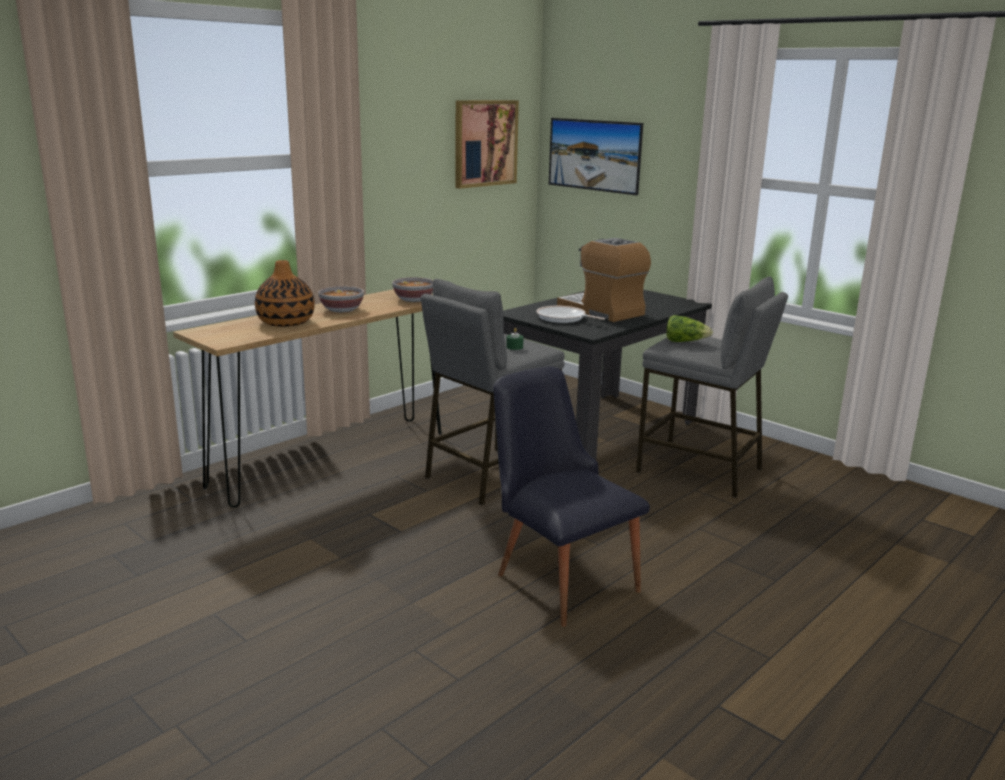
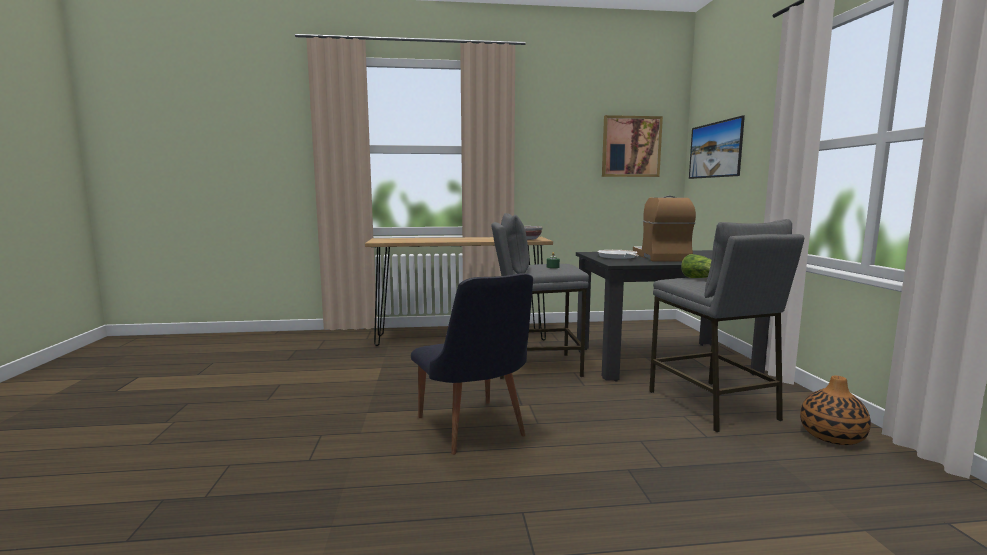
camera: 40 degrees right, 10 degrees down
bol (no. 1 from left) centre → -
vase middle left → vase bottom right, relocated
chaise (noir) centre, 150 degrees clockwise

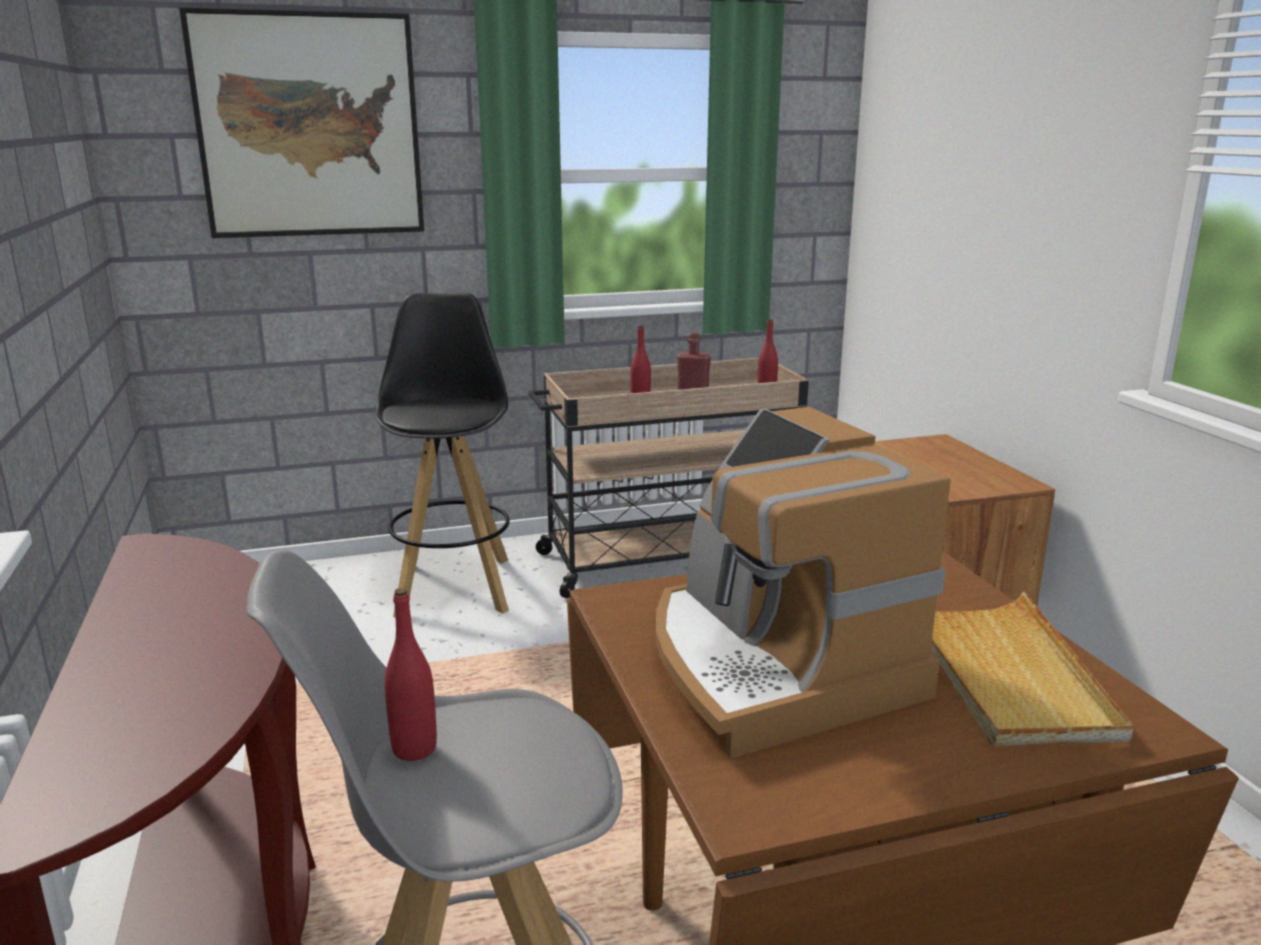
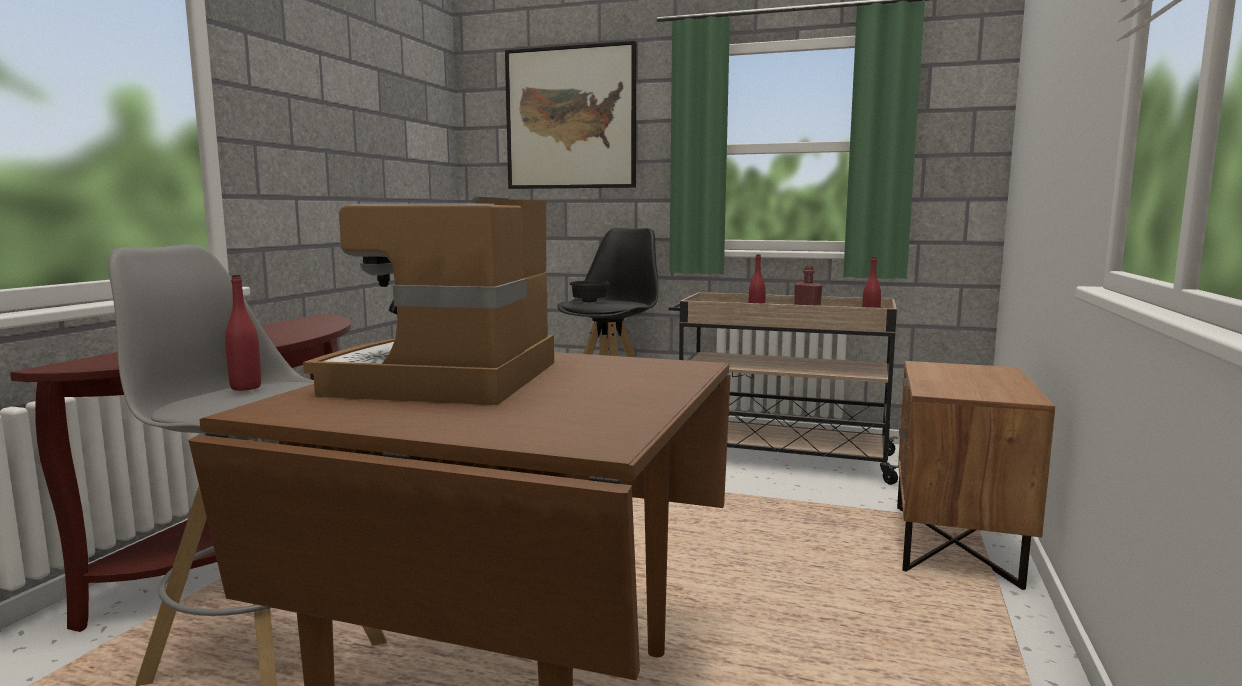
camera: 35 degrees right, 10 degrees down
plateau (beige) bottom right → -
- → bol (noir) centre

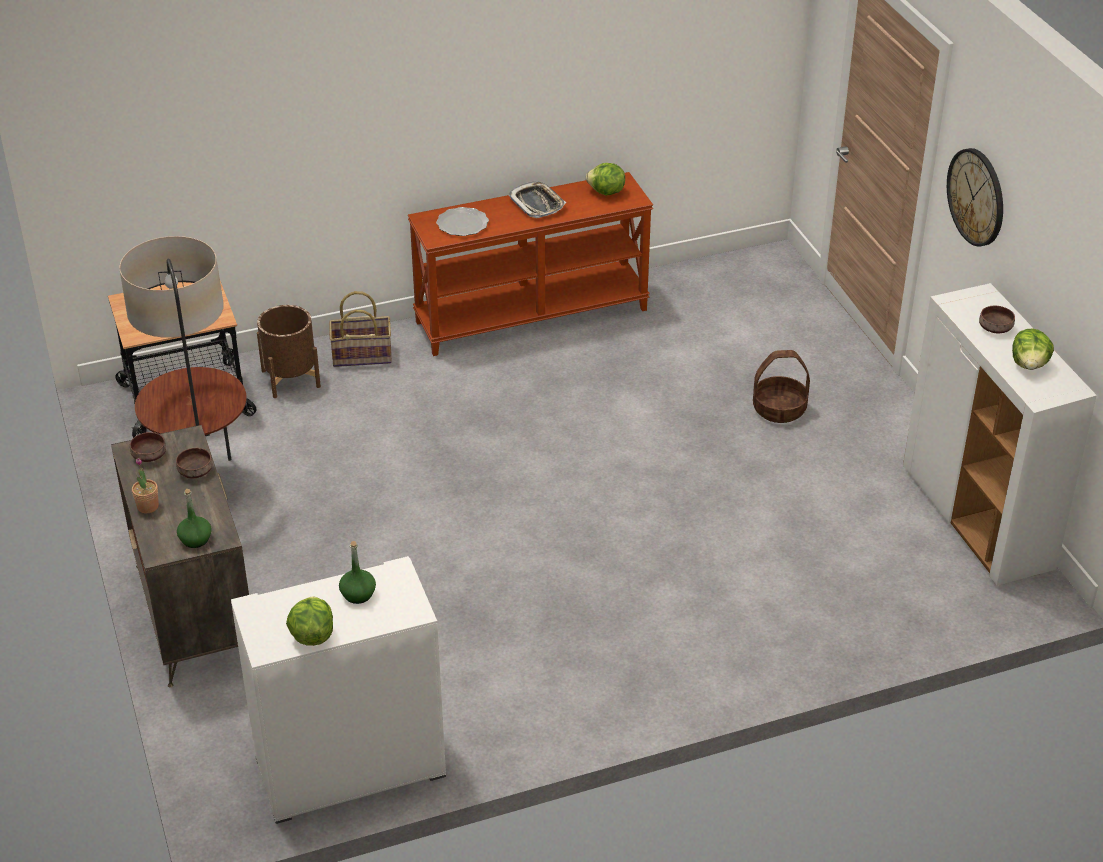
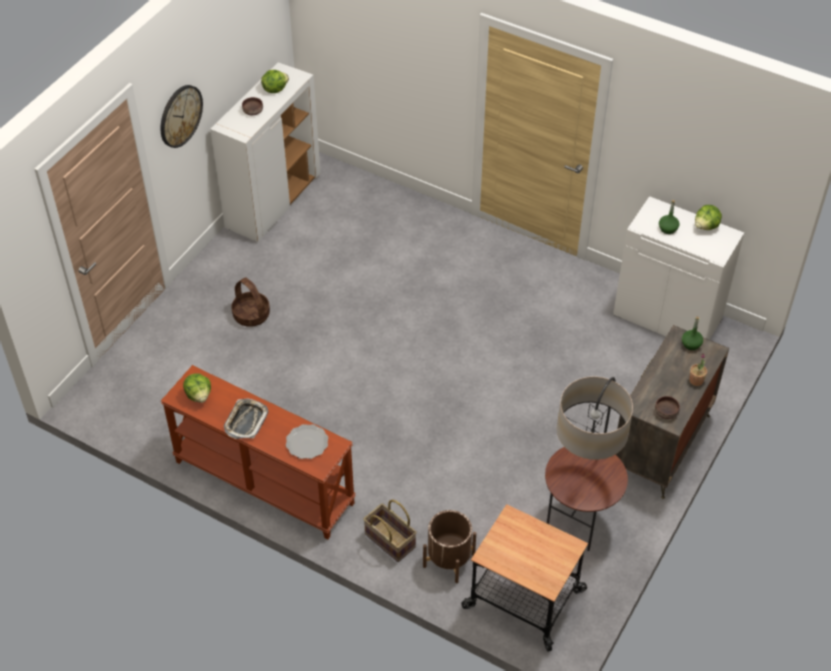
camera: 130 degrees left, 10 degrees up
bol (marron) (no. 2 from left) middle left → -

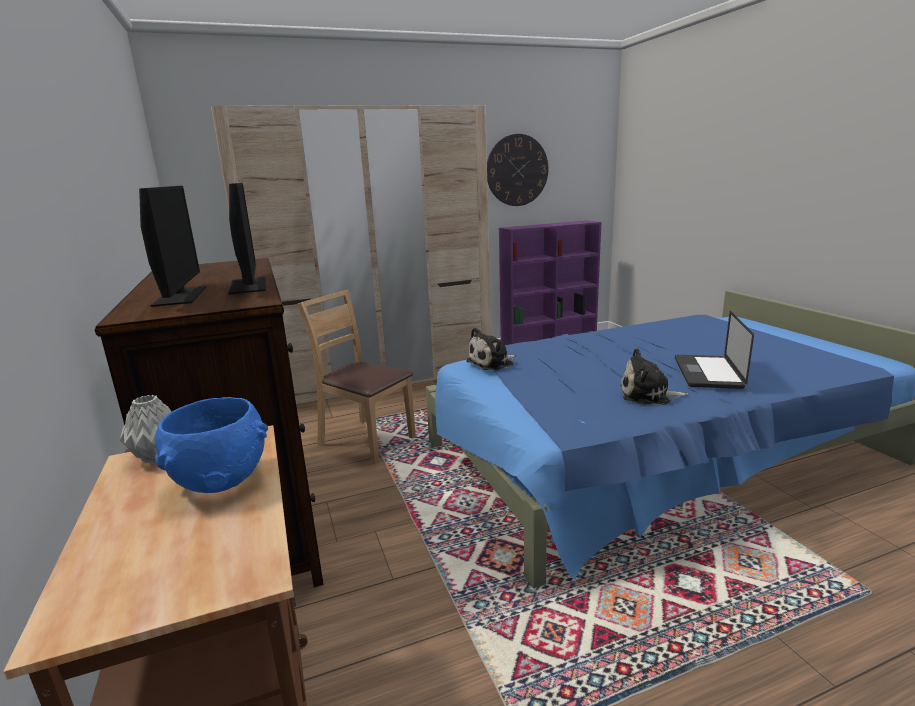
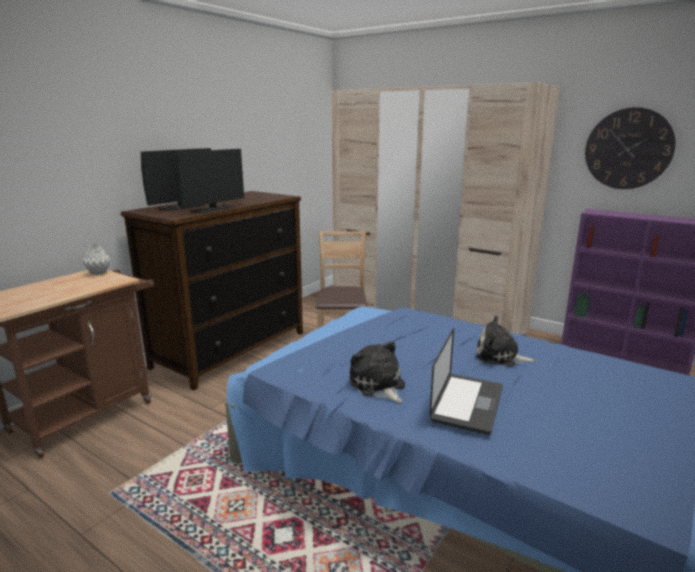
camera: 55 degrees right, 0 degrees up
bol (bleu) middle left → -
peluche (no. 1 from left in the first image) centre → peluche (no. 2 from left) middle right, relocated
ordinateur portable middle right, 135 degrees clockwise

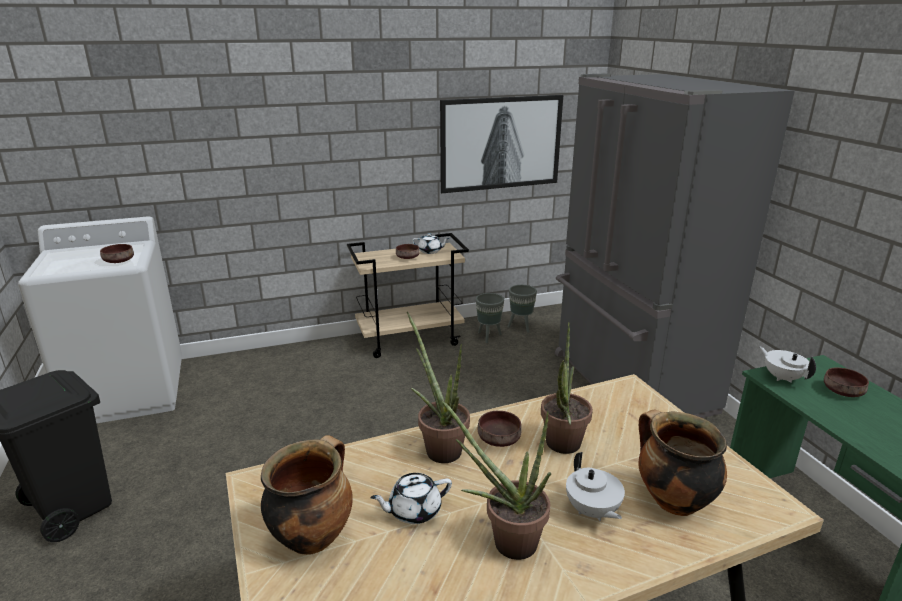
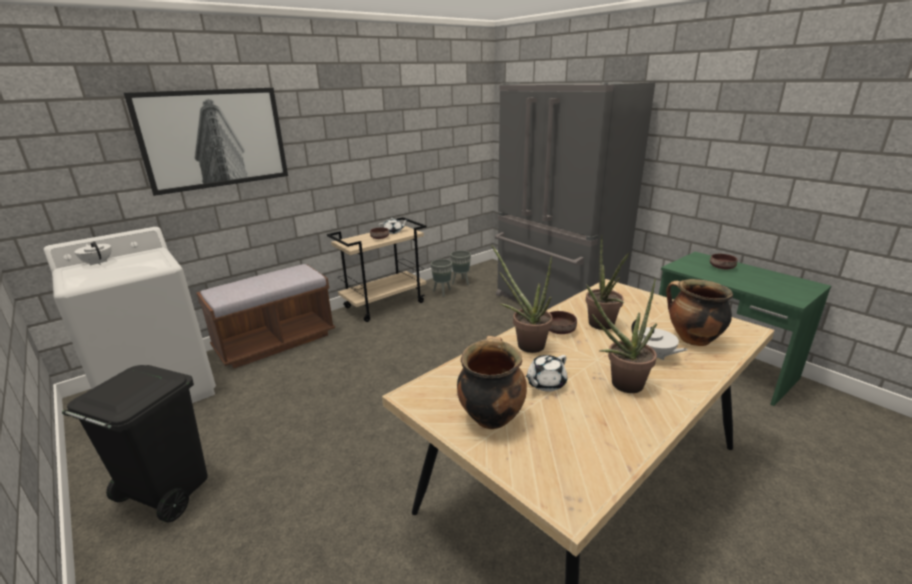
camera: 20 degrees left, 0 degrees up
bol (marron) (no. 1 from left) middle left → -
- → banc (marron) middle left
tableau top centre → tableau top left, relocated
théière (blanc) (no. 4 from left in the first image) middle right → théière (blanc) (no. 1 from left) middle left, relocated

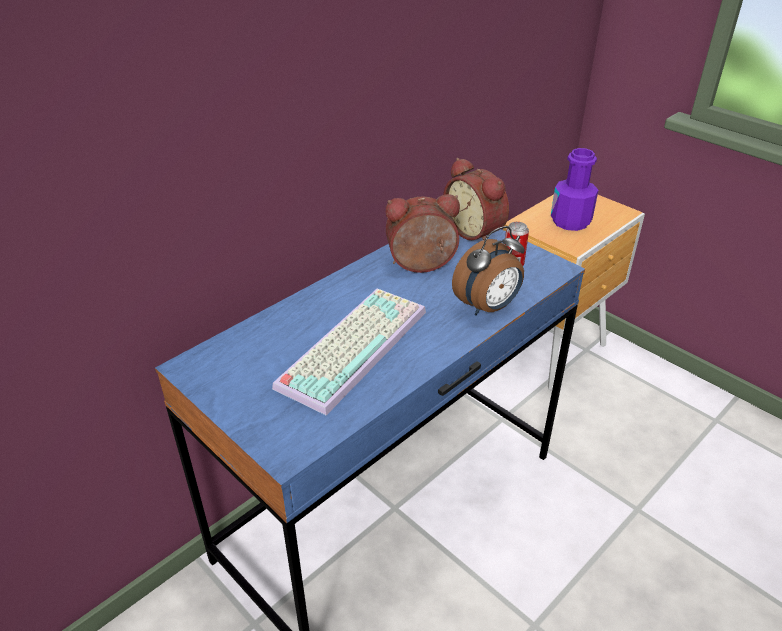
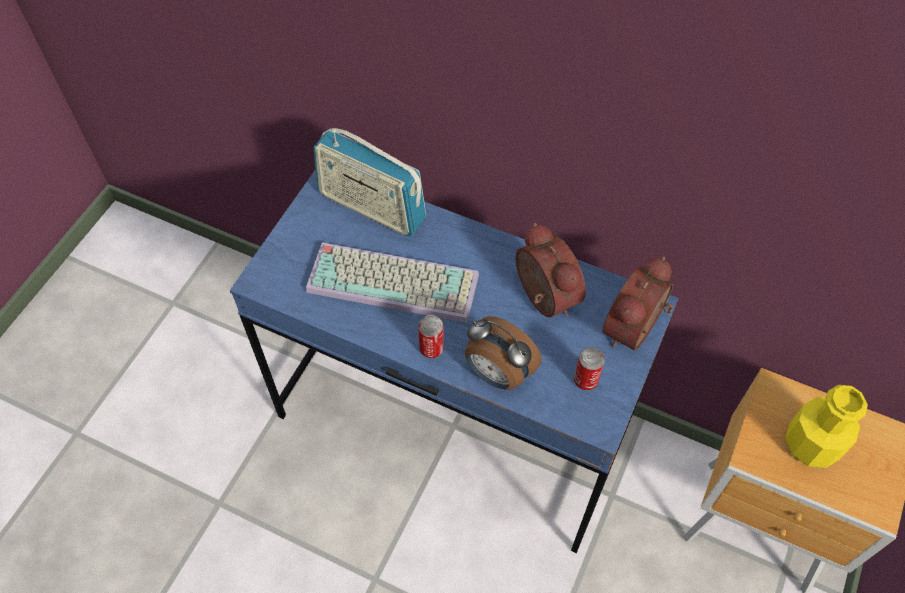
camera: 70 degrees right, 20 degrees up
- → radio top centre
- → boîte métallique (no. 1 from left) centre
bouteille (violet) top right → bouteille (jaune) bottom right

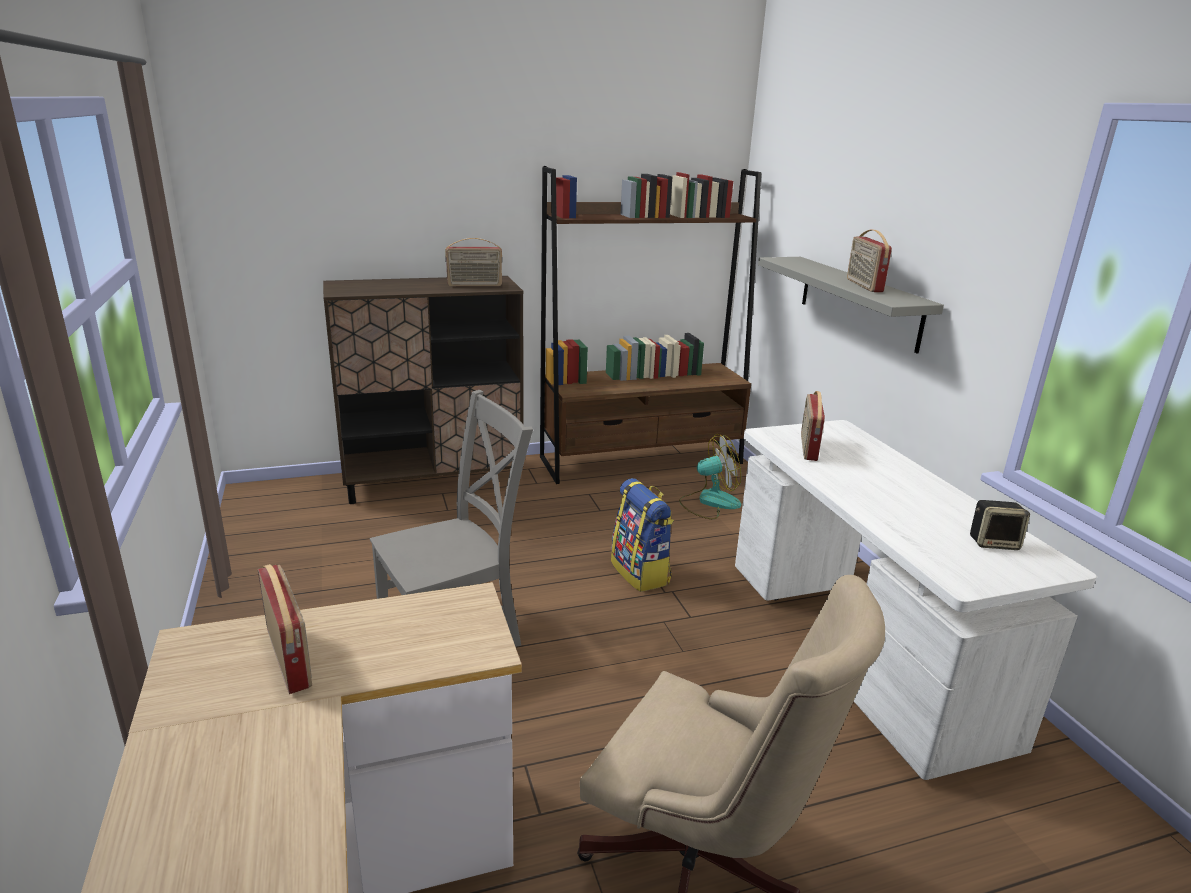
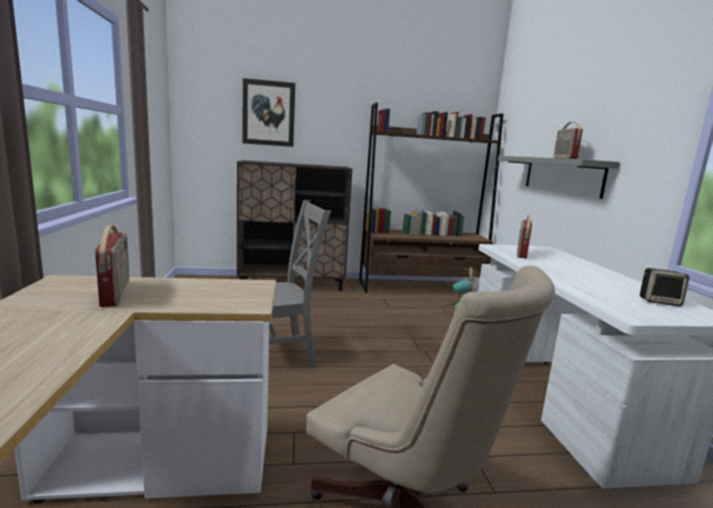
camera: 10 degrees right, 10 degrees down
radio (no. 2 from left) top centre → -
sac à dos centre → -
- → tableau top centre

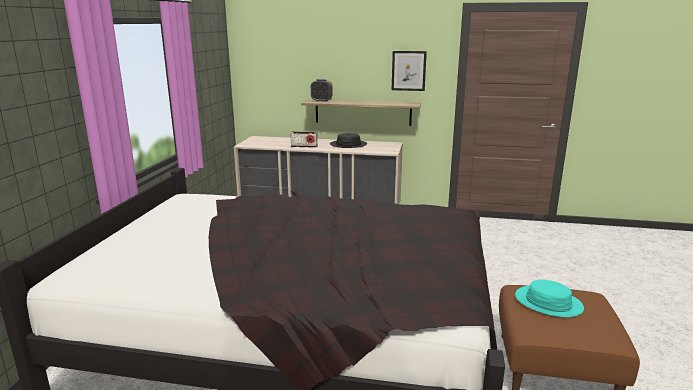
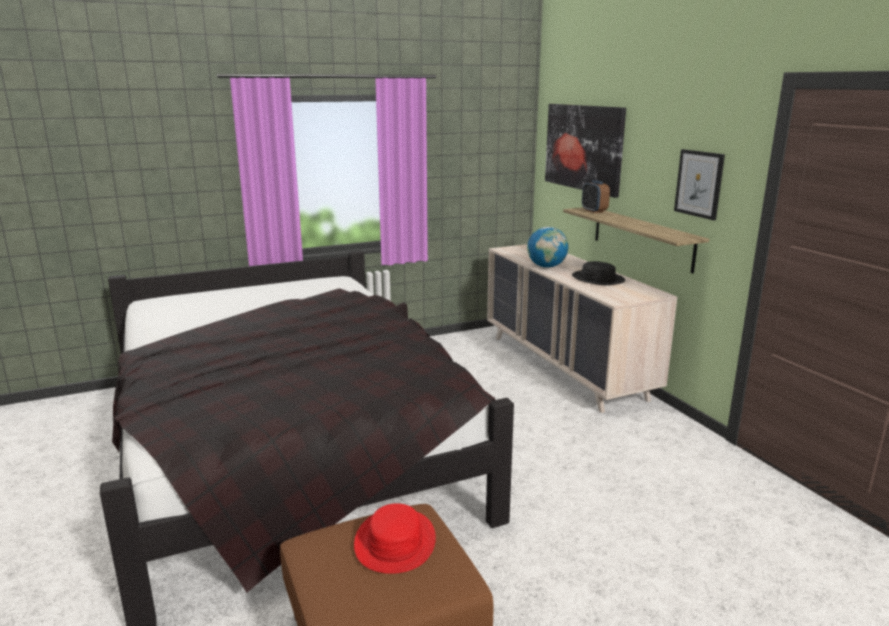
camera: 55 degrees right, 0 degrees up
- → tableau (no. 1 from left) top centre
radio centre → globe centre
chapeau (turquoise) bottom right → chapeau (rouge) bottom centre

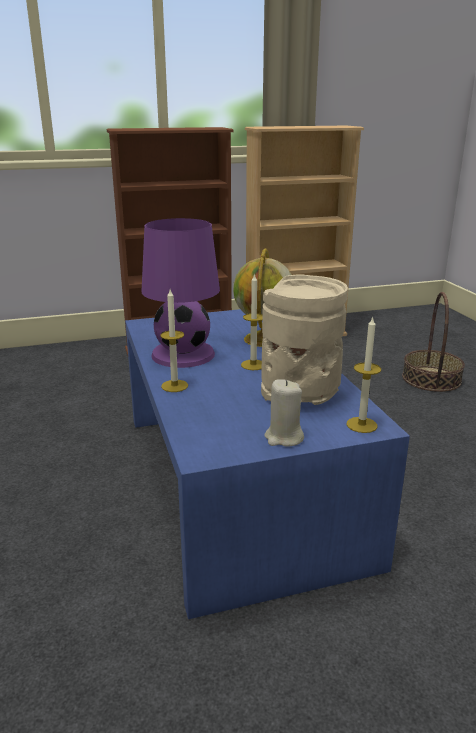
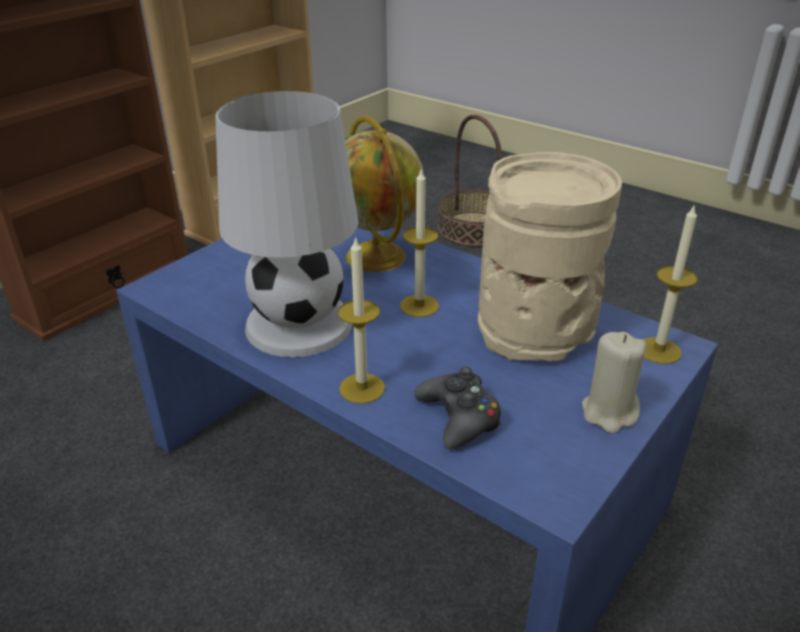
camera: 35 degrees left, 10 degrees up
- → manette (noir) centre
lampe de table (violet) centre → lampe de table (blanc) centre

